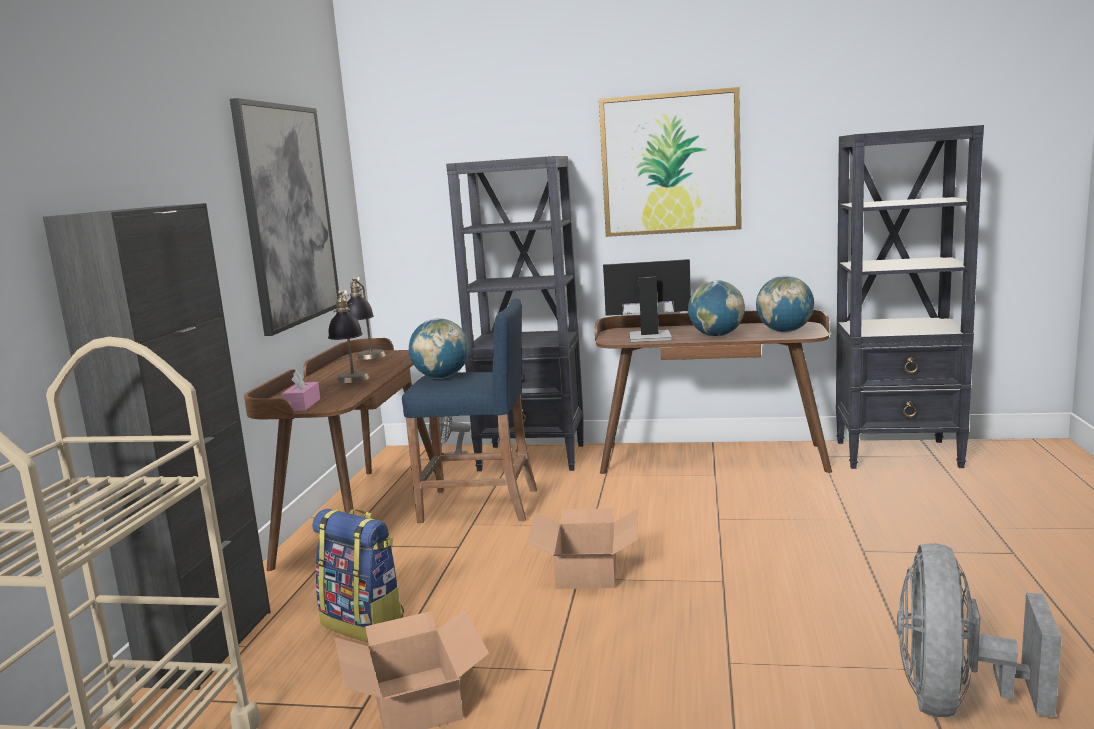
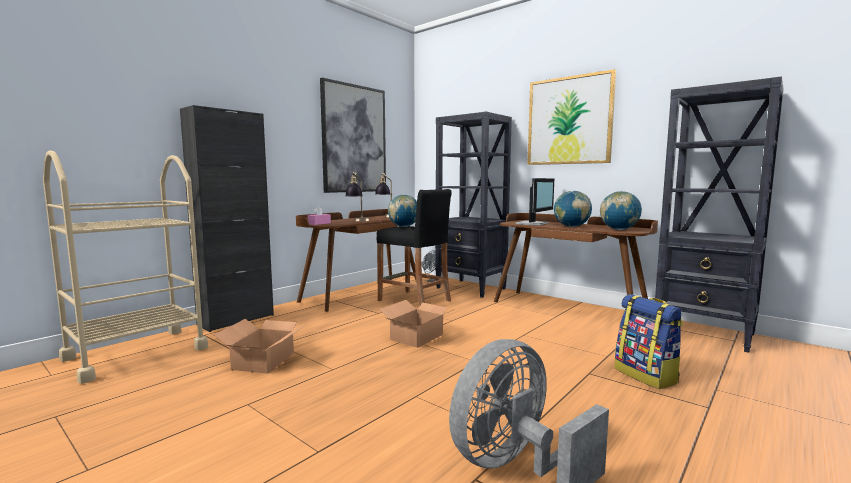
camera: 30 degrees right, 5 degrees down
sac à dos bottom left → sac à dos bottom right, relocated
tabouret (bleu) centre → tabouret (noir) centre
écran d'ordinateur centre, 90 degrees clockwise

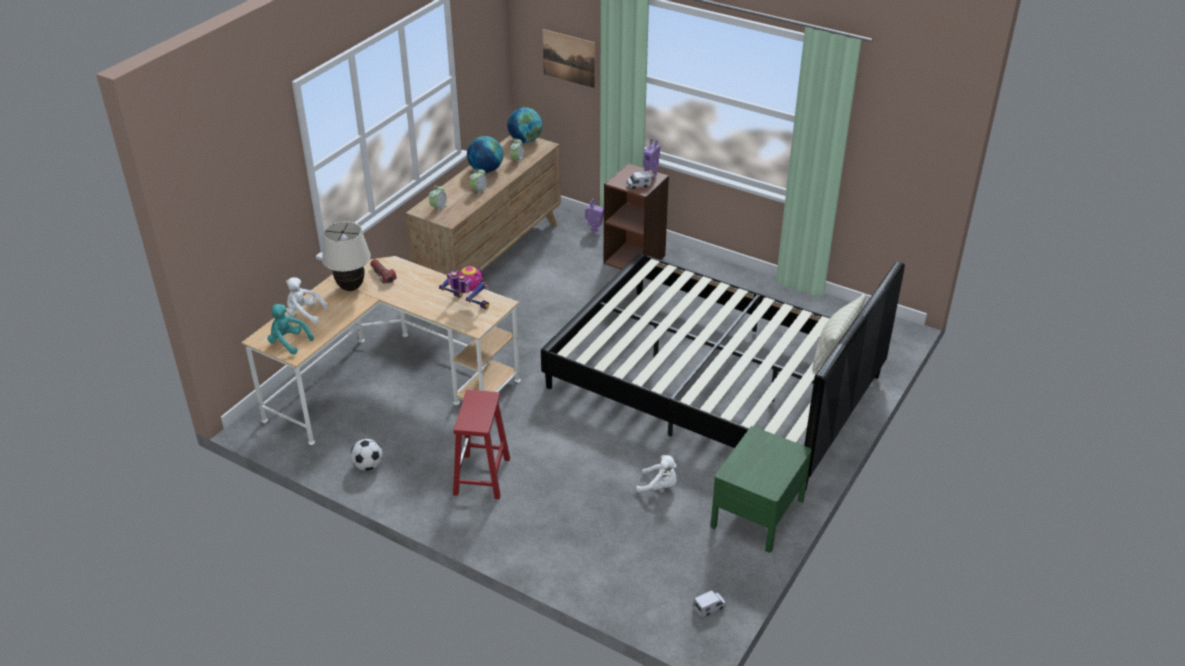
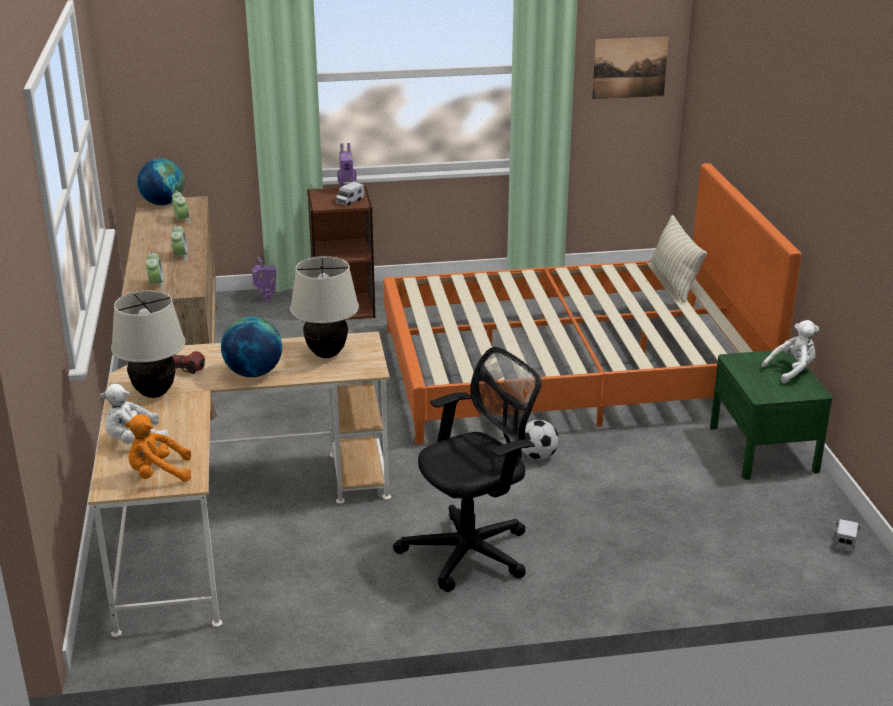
camera: 40 degrees left, 10 degrees down
ballon de foot bottom left → ballon de foot centre, relocated
globe (no. 1 from left in the first image) top centre → globe (no. 2 from left) middle left, relocated
tableau top centre → tableau top right, relocated
peluche (blanc) (no. 2 from left) bottom centre → peluche (blanc) (no. 2 from left) middle right, relocated
robot jouet (no. 1 from left) centre → lampe de table (beige) (no. 2 from left) centre
tabouret (rouge) bottom centre → chaise de bureau (noir) centre
peluche (turquoise) middle left → peluche (orange) middle left
lit (noir) centre → lit (orange) centre

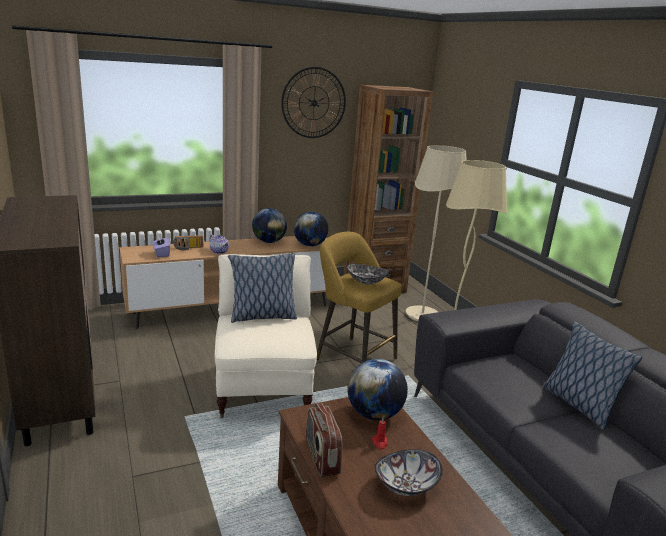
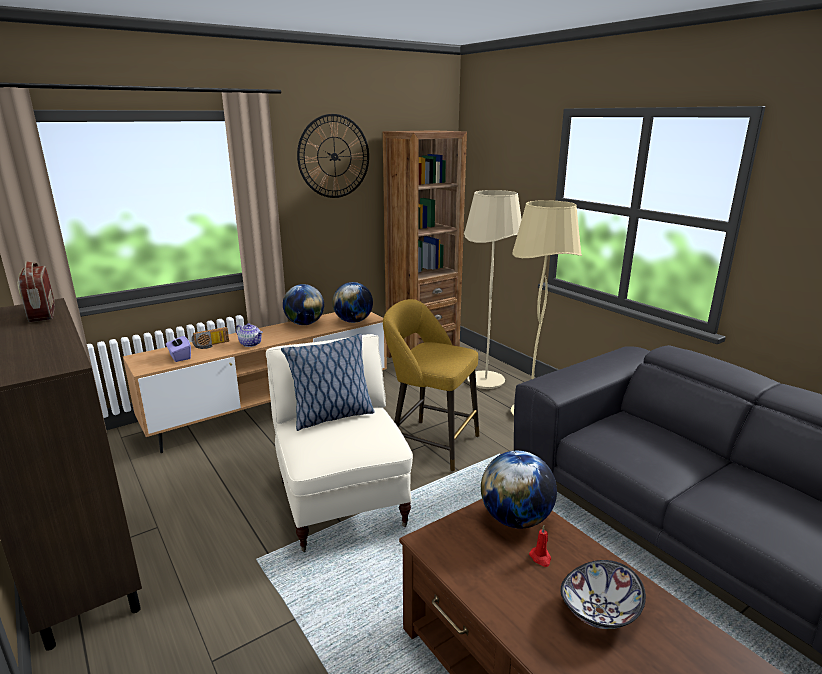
camera: 10 degrees left, 0 degrees up
bol (no. 1 from left) centre → -
coussin (no. 2 from left) bottom right → -
radio (no. 2 from left in the first image) bottom centre → radio (no. 1 from left) middle left, relocated

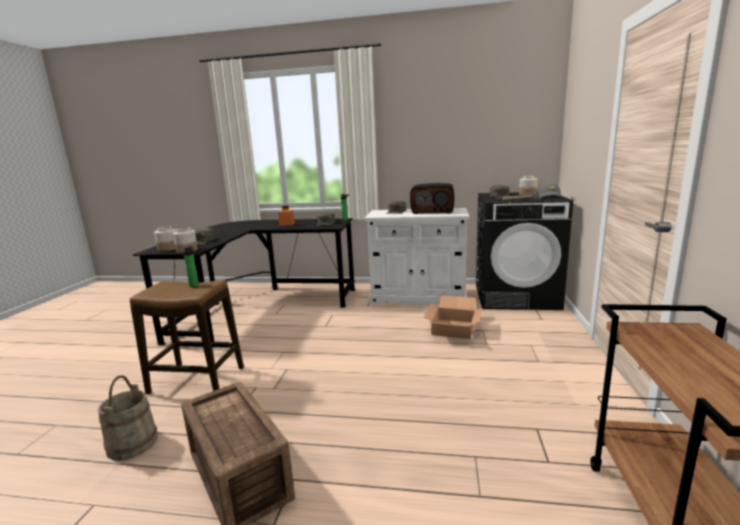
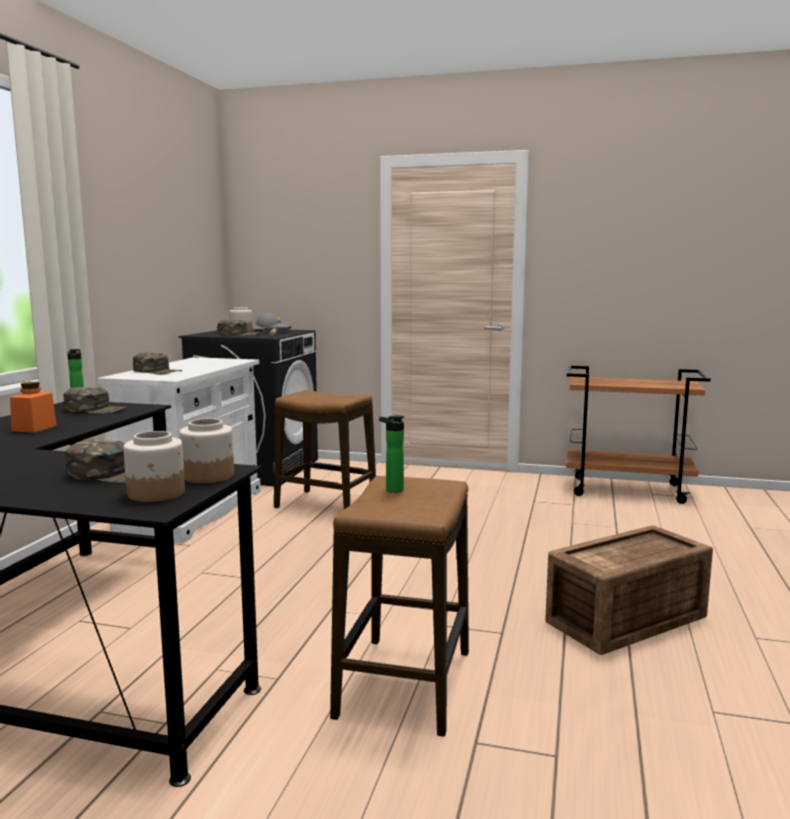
camera: 85 degrees left, 5 degrees down
seau (beige) bottom left → -
radio centre → -
carton centre → tabouret (no. 1 from left) centre

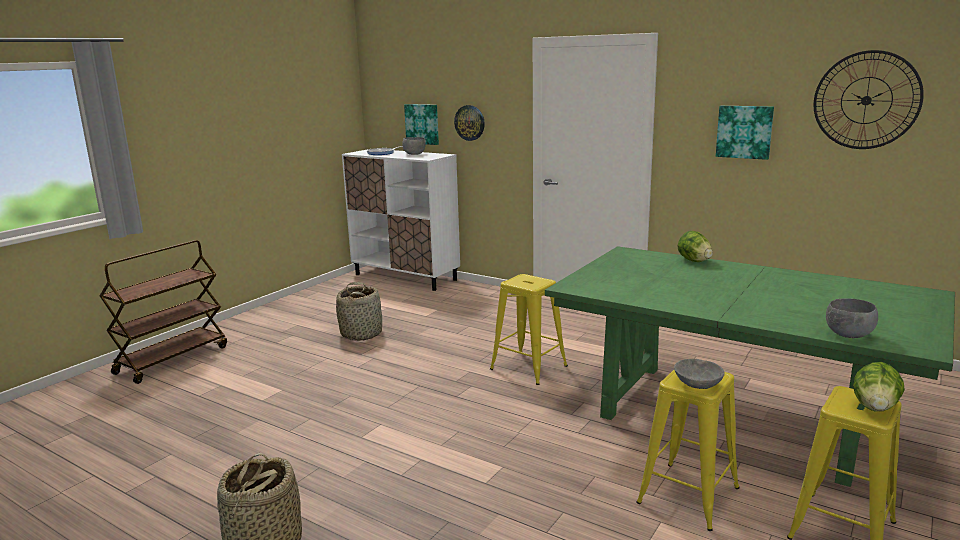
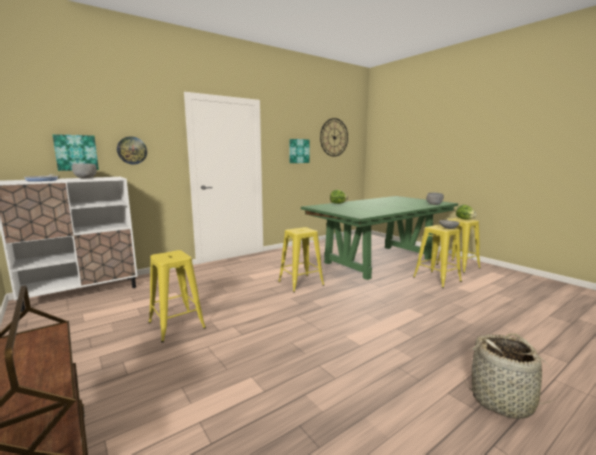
camera: 70 degrees left, 5 degrees down
panier (no. 2 from left) centre → tabouret (jaune) (no. 1 from left) middle left

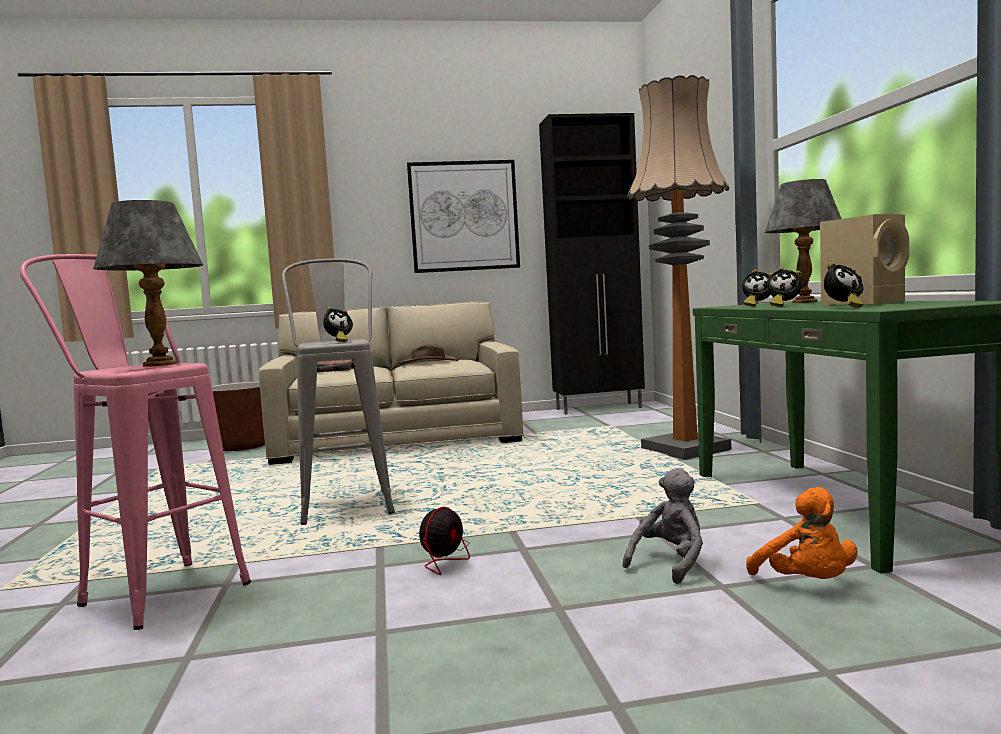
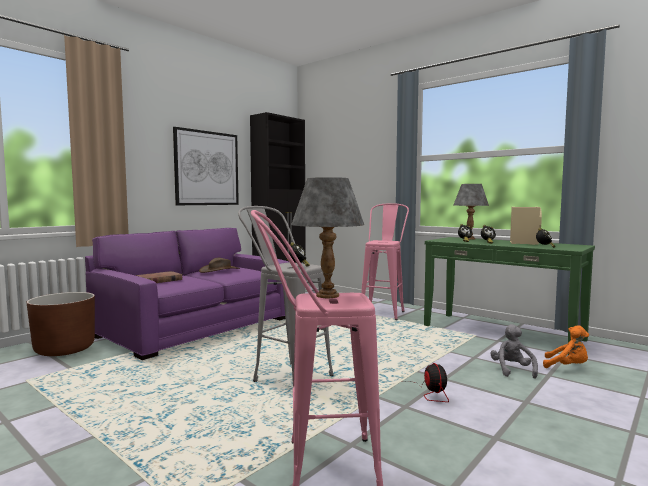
camera: 40 degrees left, 0 degrees up
lampadaire middle right → tabouret (rose) (no. 2 from left) centre
canapé (beige) centre → canapé (violet) middle left

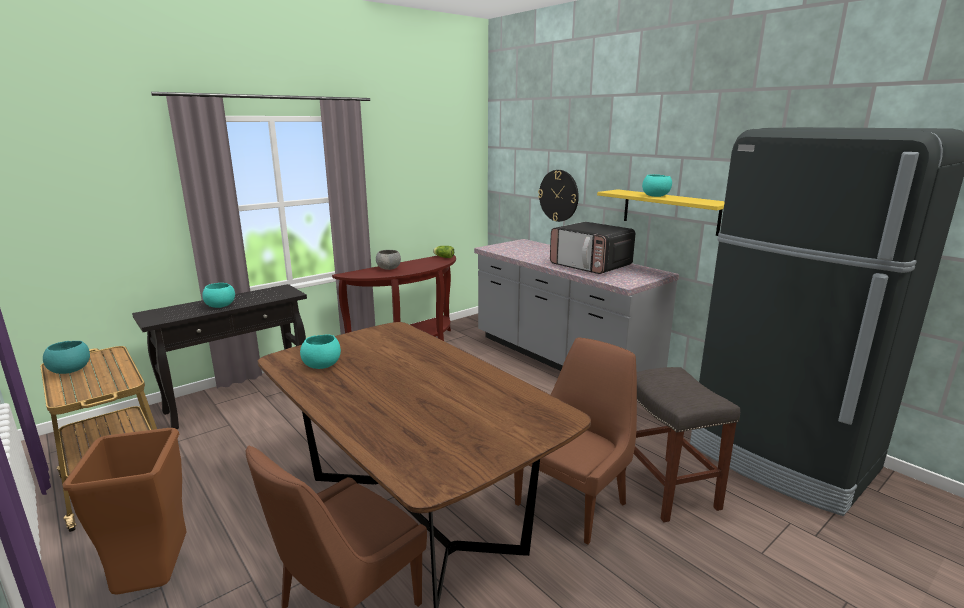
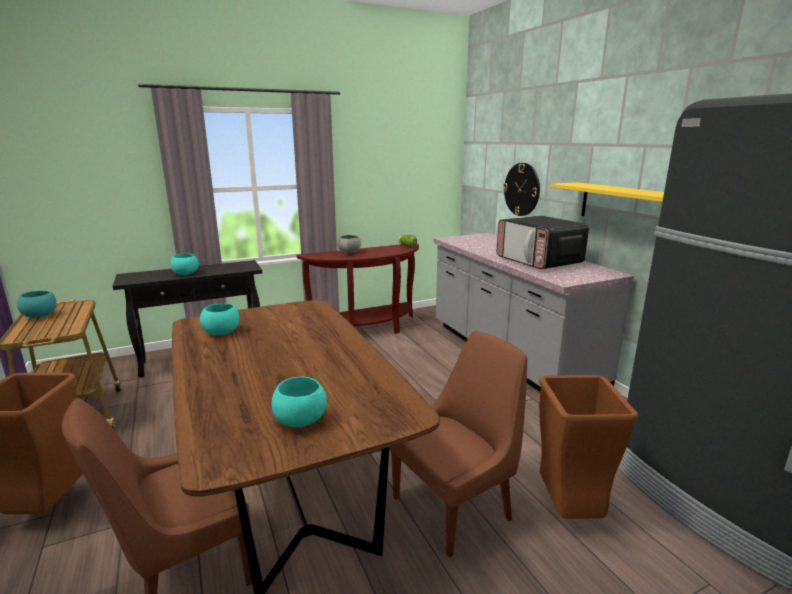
camera: 15 degrees right, 0 degrees up
bol (turquoise) (no. 4 from left) top right → bol (turquoise) (no. 4 from left) bottom centre, relocated
tabouret (gris) bottom right → poubelle (marron) (no. 2 from left) bottom right

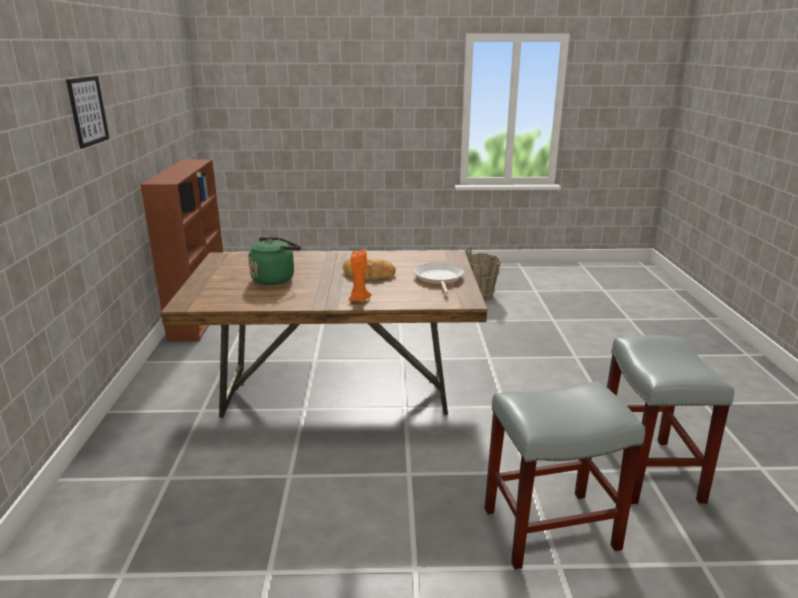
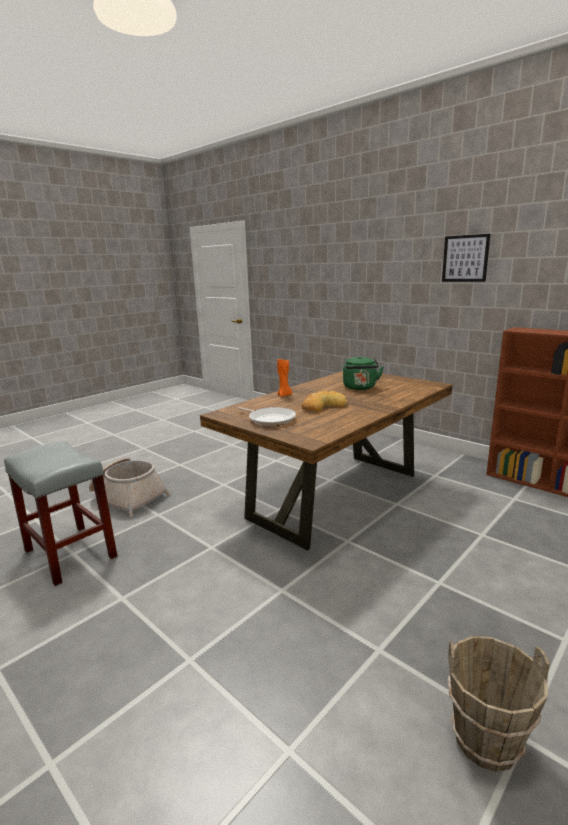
camera: 135 degrees right, 5 degrees down
tabouret (gris) (no. 1 from left) bottom right → panier middle left

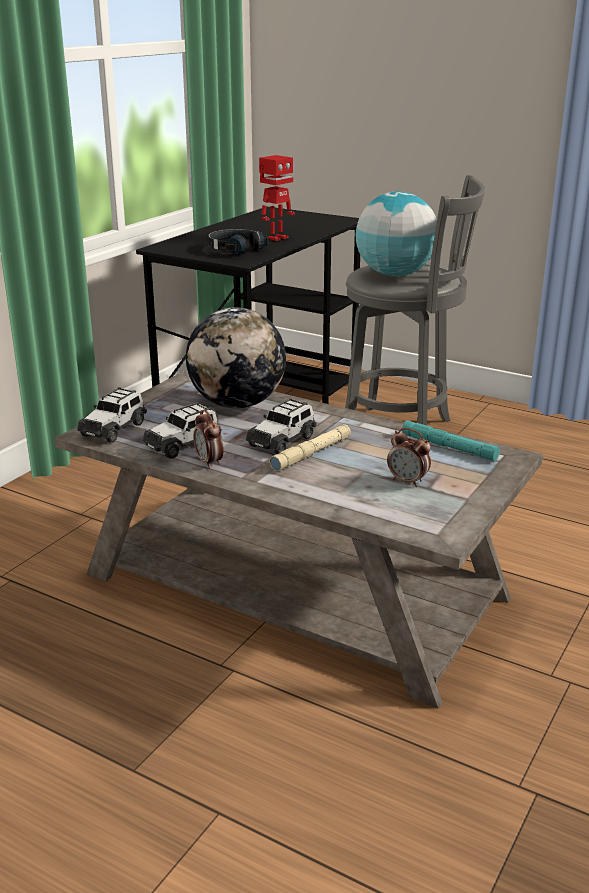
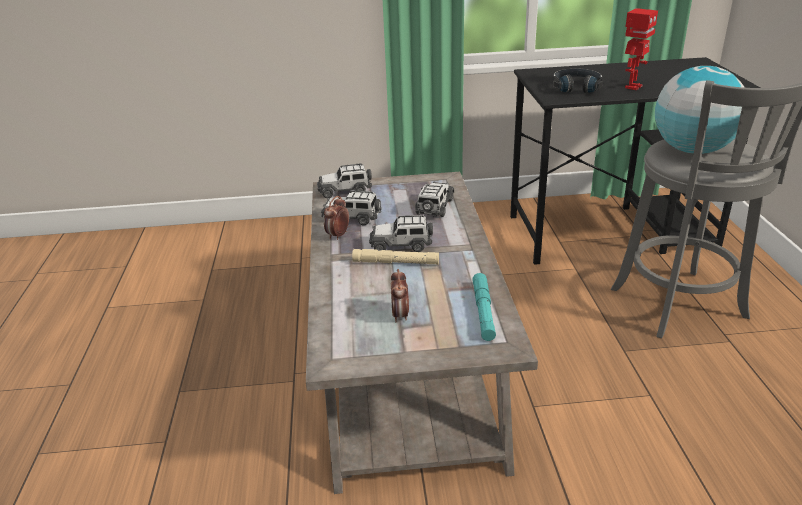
camera: 55 degrees right, 5 degrees up
globe (no. 1 from left) centre → petite voiture (no. 4 from left) centre
robot jouet top centre → robot jouet top right, 60 degrees counterclockwise

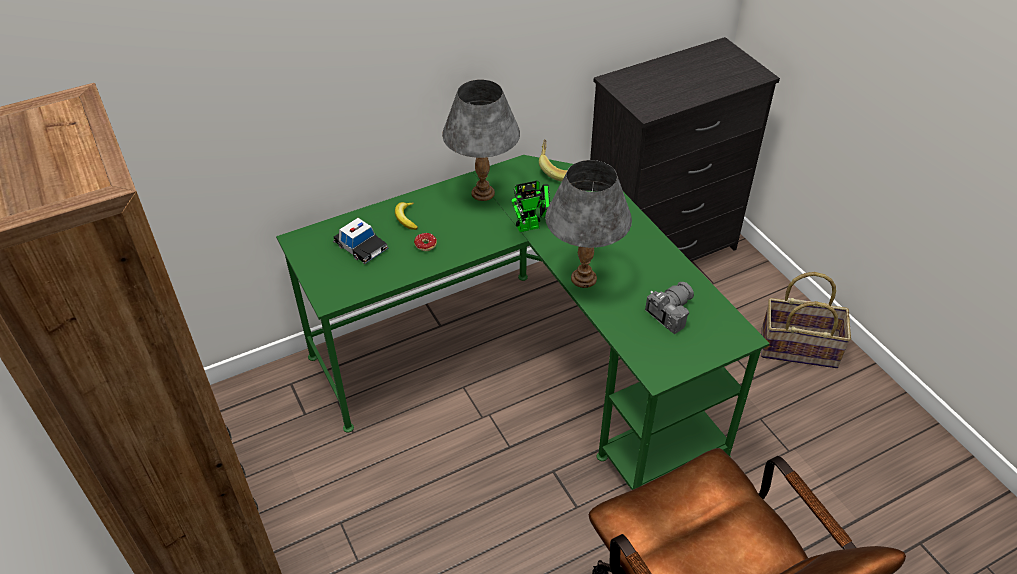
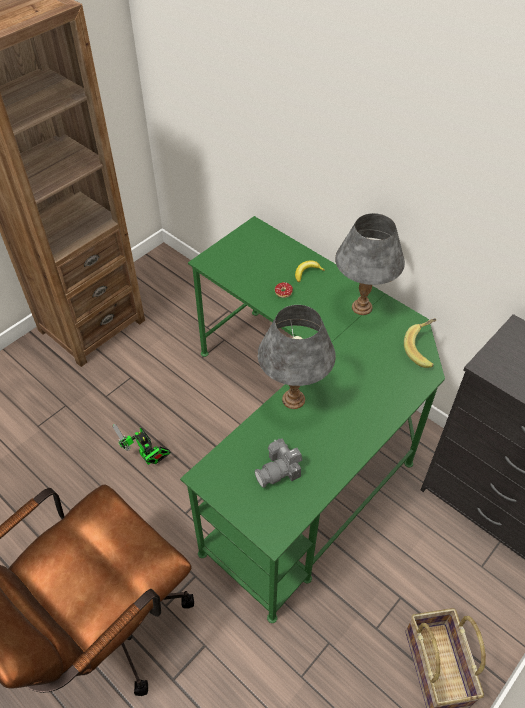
camera: 70 degrees right, 5 degrees up
petite voiture centre → -
robot jouet centre → robot jouet middle left, relocated
appareil photo centre, 120 degrees clockwise

